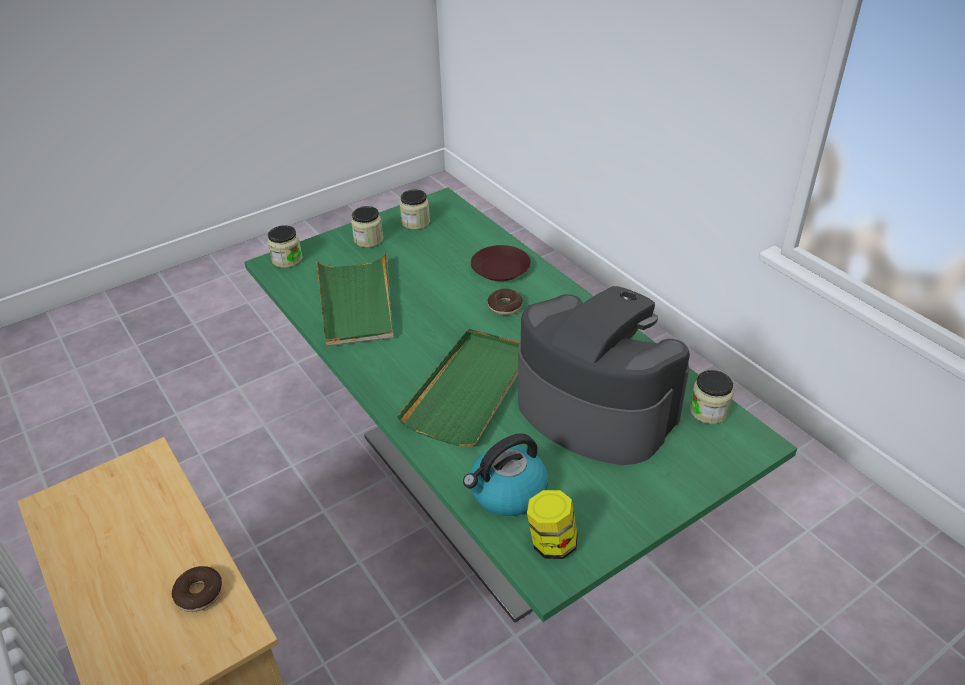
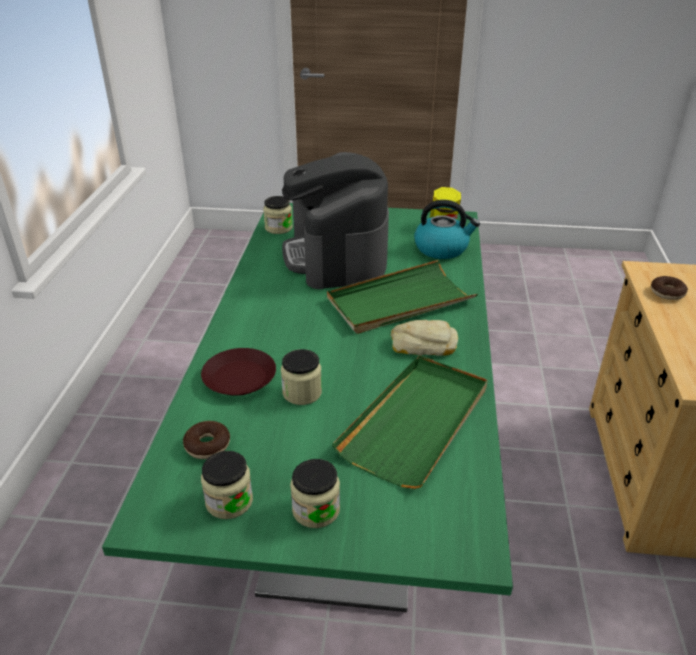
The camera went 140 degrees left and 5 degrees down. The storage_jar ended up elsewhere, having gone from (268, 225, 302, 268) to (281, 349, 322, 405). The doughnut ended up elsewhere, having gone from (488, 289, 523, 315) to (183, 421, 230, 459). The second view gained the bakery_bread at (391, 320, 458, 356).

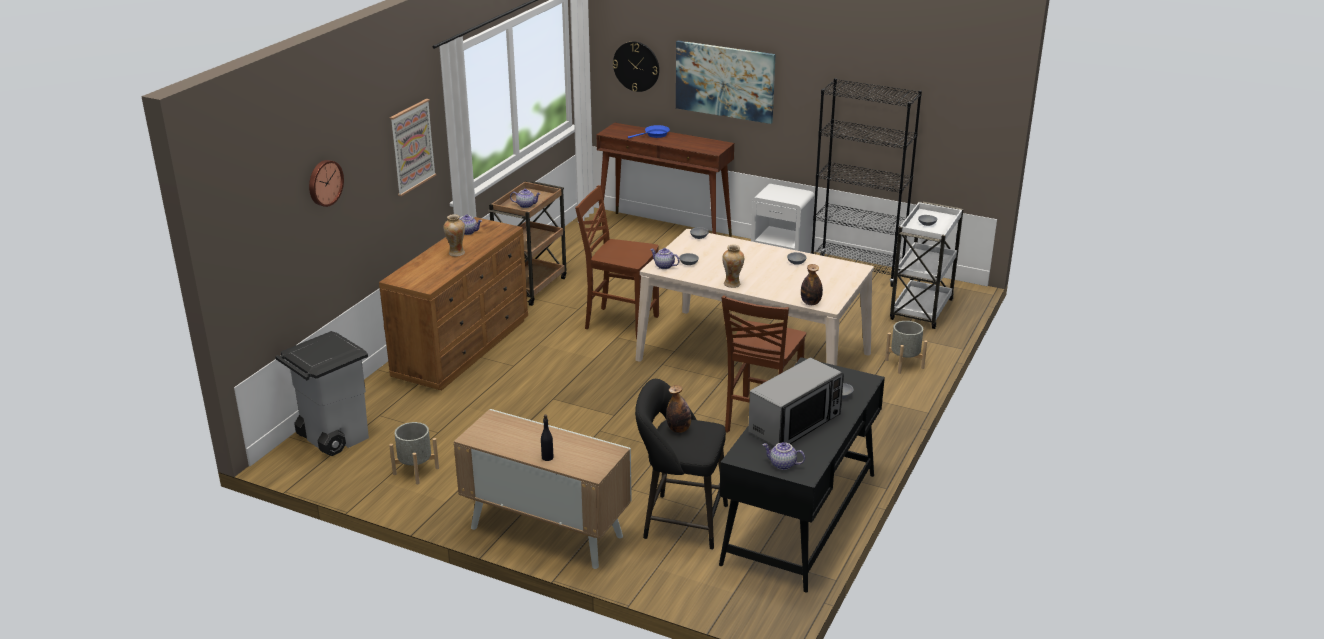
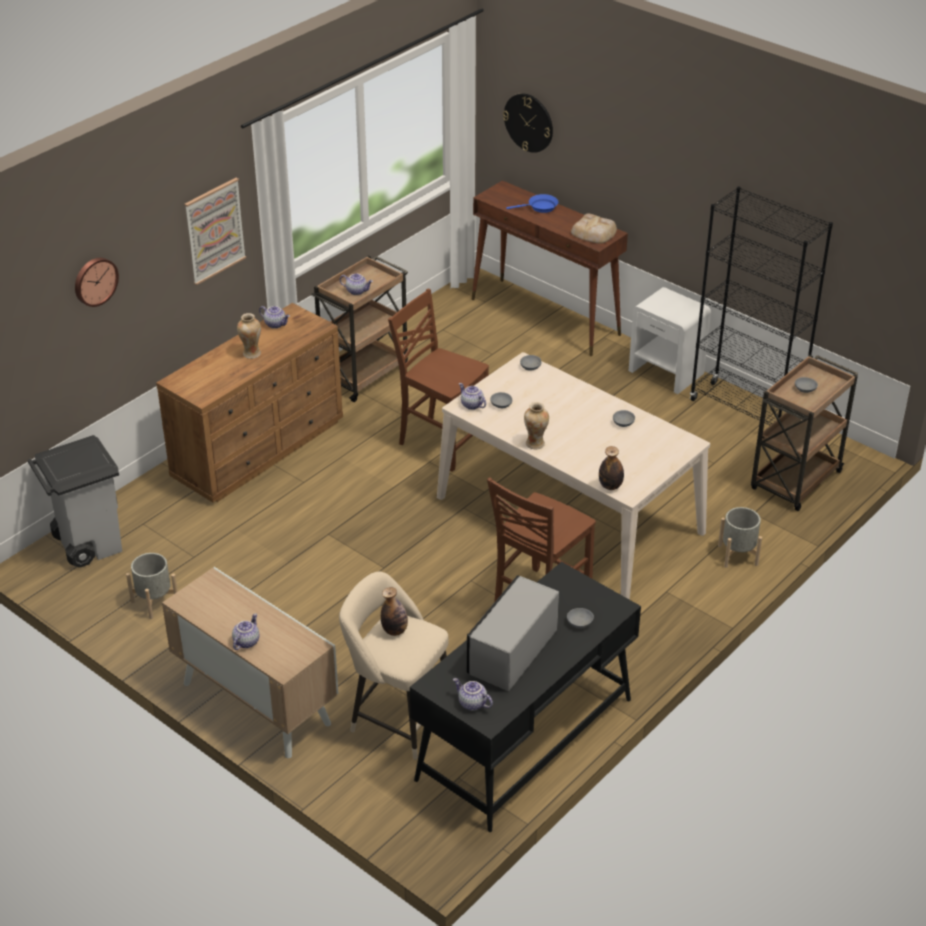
The camera went 15 degrees right and 10 degrees up. The second view lost the wall_art at (676, 41, 776, 124). What was the white-coloured_trolley at (890, 201, 964, 329) turned into the brownish_trolley at (751, 355, 858, 511). The kitchen_microwave at (748, 357, 844, 446) ended up facing another way, 150 degrees clockwise from before. What was the blackish_stool at (635, 379, 728, 550) turned into the beige-coloured_stool at (339, 571, 448, 760). Where the blackish_bottle stood at (541, 415, 554, 461), the teapot came to stand at (232, 613, 259, 650). The second view gained the bakery_bread at (571, 213, 617, 244).

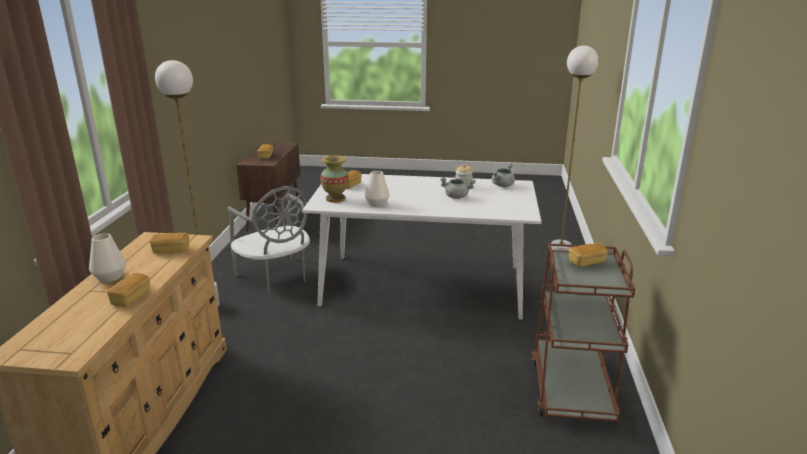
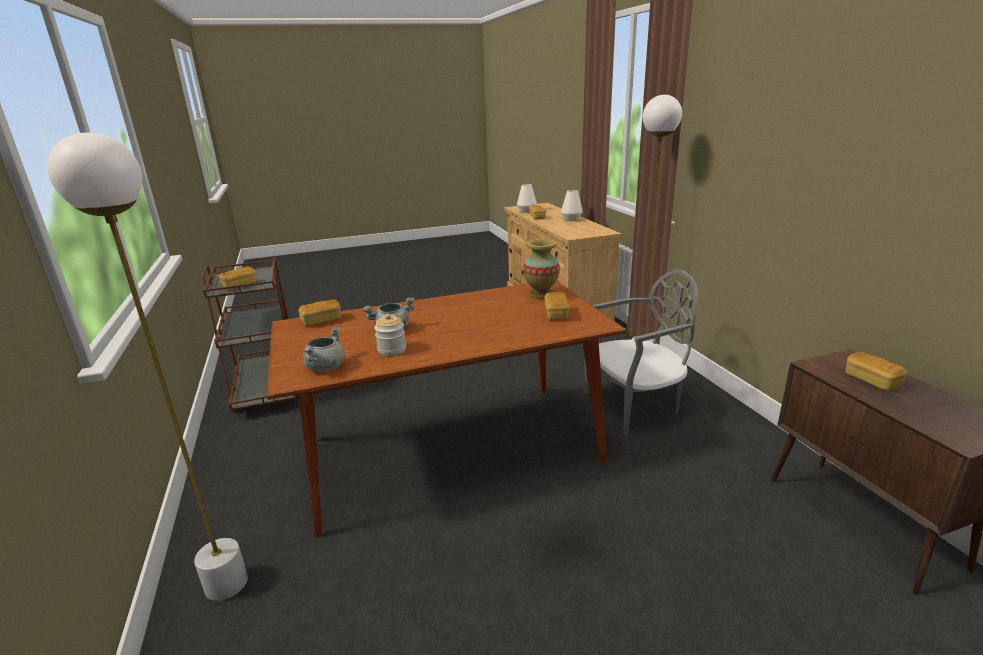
The camera went 155 degrees right and 0 degrees up. The white-coloured_flower_vase ended up elsewhere, having gone from (365, 171, 390, 207) to (517, 184, 537, 213). What was the white-coloured_dinner_table at (302, 174, 542, 320) turned into the brownish_dinner_table at (267, 281, 627, 538). The greyish_upright_chair at (227, 186, 310, 293) ended up facing another way, 135 degrees clockwise from before. The bakery_bread ended up elsewhere, having gone from (150, 232, 189, 253) to (298, 299, 341, 326).

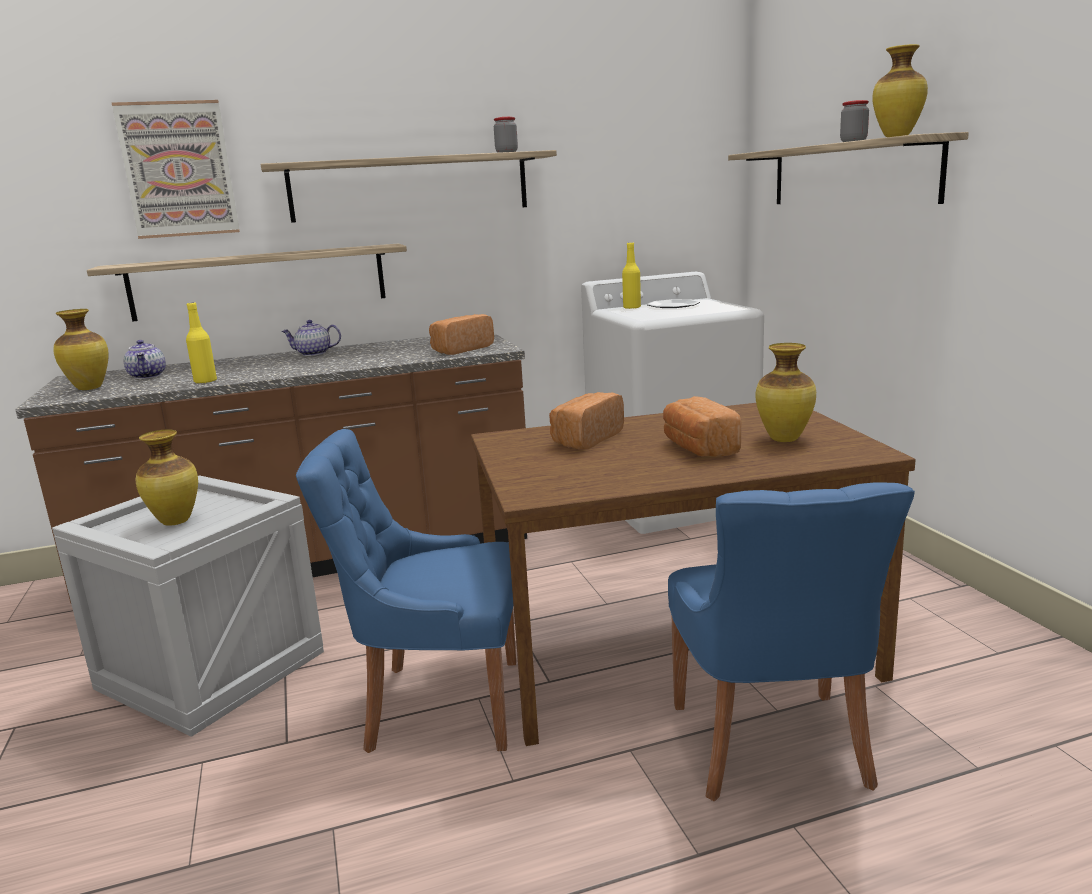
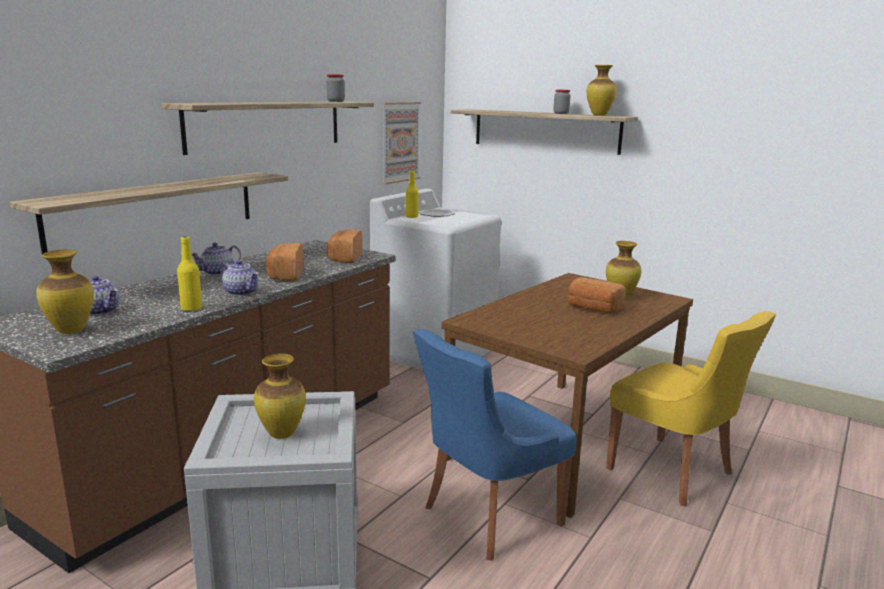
The camera went 40 degrees left and 0 degrees up. The wall_art ended up elsewhere, having gone from (112, 100, 240, 239) to (382, 102, 421, 184). The bakery_bread ended up elsewhere, having gone from (549, 392, 624, 450) to (266, 243, 303, 281). What was the bluish_upright_chair at (668, 482, 915, 801) turned into the yellowish_upright_chair at (606, 311, 776, 506). The second view gained the teapot at (221, 260, 259, 296).

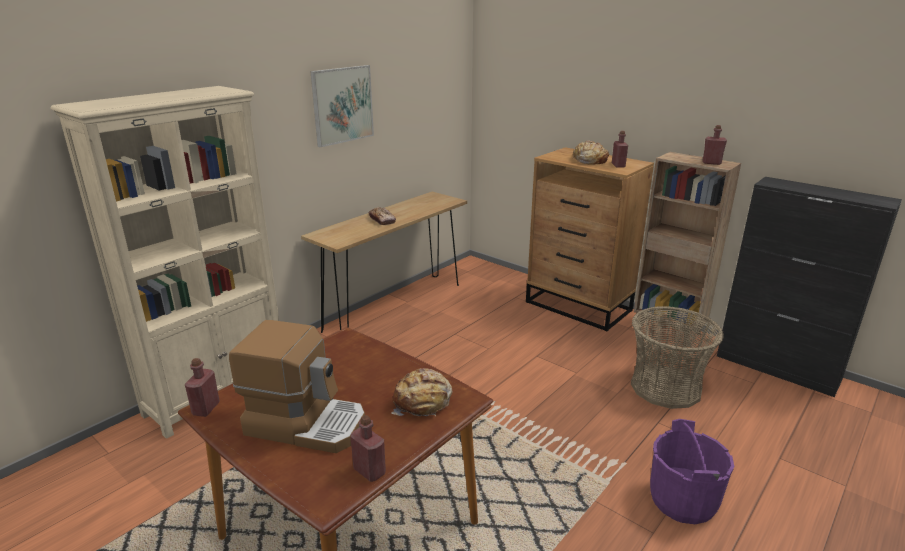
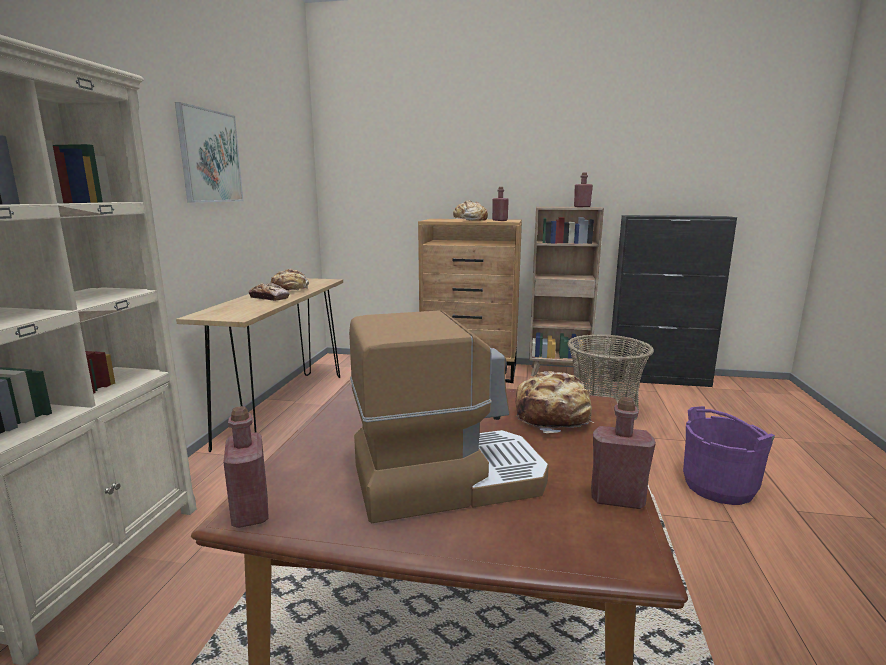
The camera went 30 degrees left and 10 degrees down. The second view gained the bakery_bread at (270, 269, 309, 291).

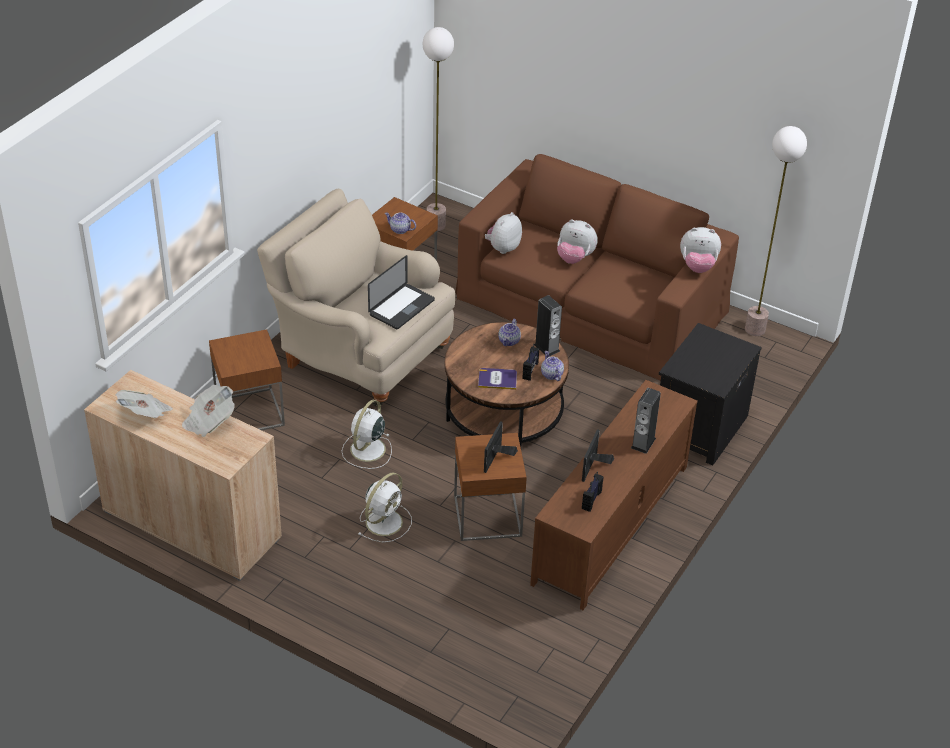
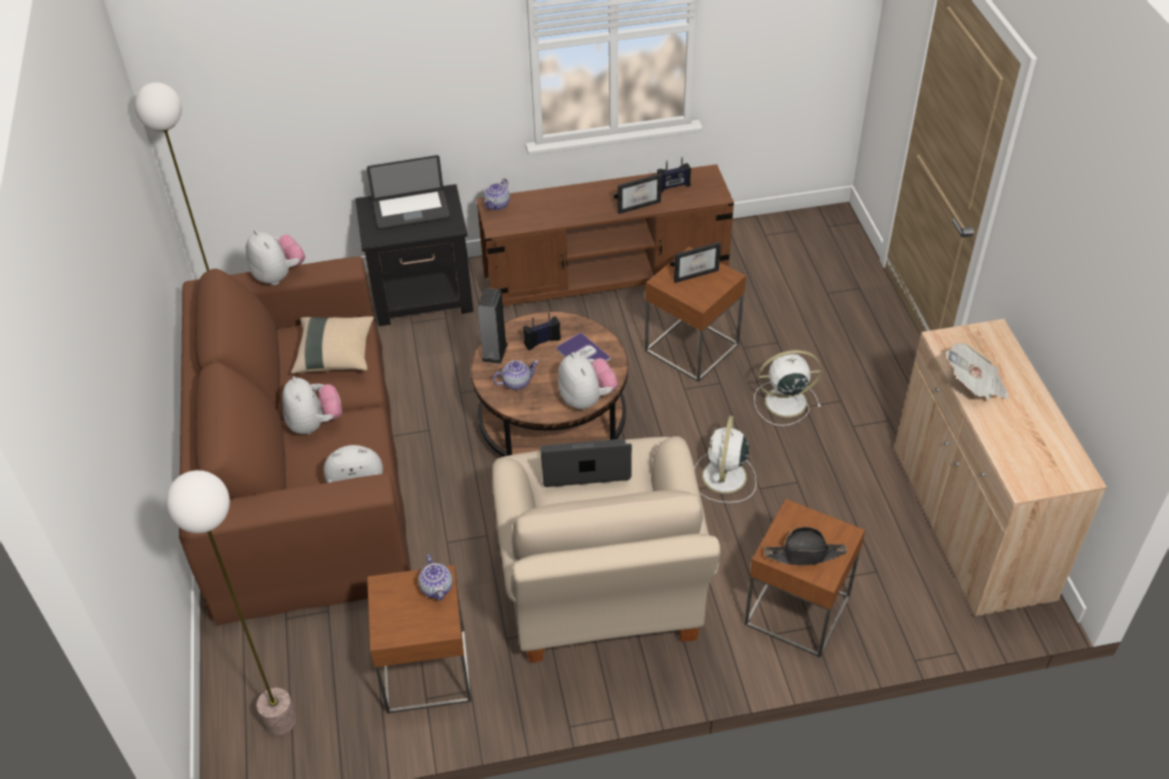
The camera went 130 degrees left and 5 degrees up. The teapot ended up elsewhere, having gone from (541, 351, 564, 381) to (484, 178, 510, 210). The second view lost the loudspeaker at (631, 388, 661, 454). The second view lost the daily_paper at (116, 390, 173, 418). The white-coloured_fan at (342, 400, 392, 469) ended up facing another way, 120 degrees clockwise from before. The second view gained the portable_computer at (367, 155, 450, 230). The second view gained the beige-coloured_throw_pillow at (291, 316, 374, 374). The second view gained the soft_toy at (558, 352, 618, 410). The second view gained the blackish_clothing_hat at (764, 527, 847, 565).

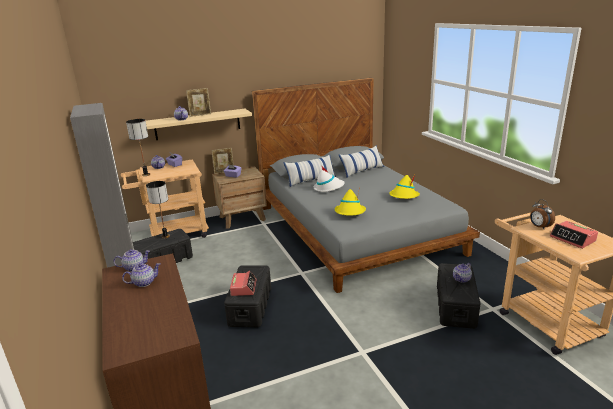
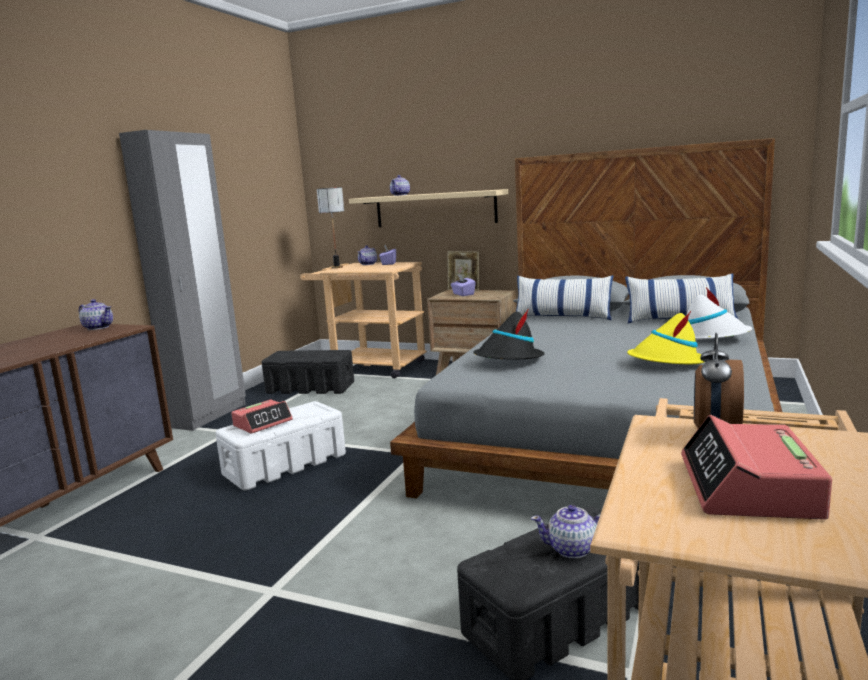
The camera went 45 degrees right and 10 degrees down. The second view lost the photo_frame at (186, 88, 211, 117). The white-coloured_clothing_hat ended up elsewhere, having gone from (314, 166, 345, 192) to (687, 287, 752, 340). The second view lost the lamp_for_a_table at (146, 181, 170, 239). What was the yellowish_clothing_hat at (335, 187, 366, 216) turned into the blackish_clothing_hat at (473, 308, 544, 359). The second view lost the teapot at (122, 263, 160, 287). What was the blackish_storage_container at (224, 265, 271, 327) turned into the white-coloured_storage_container at (215, 401, 346, 490).

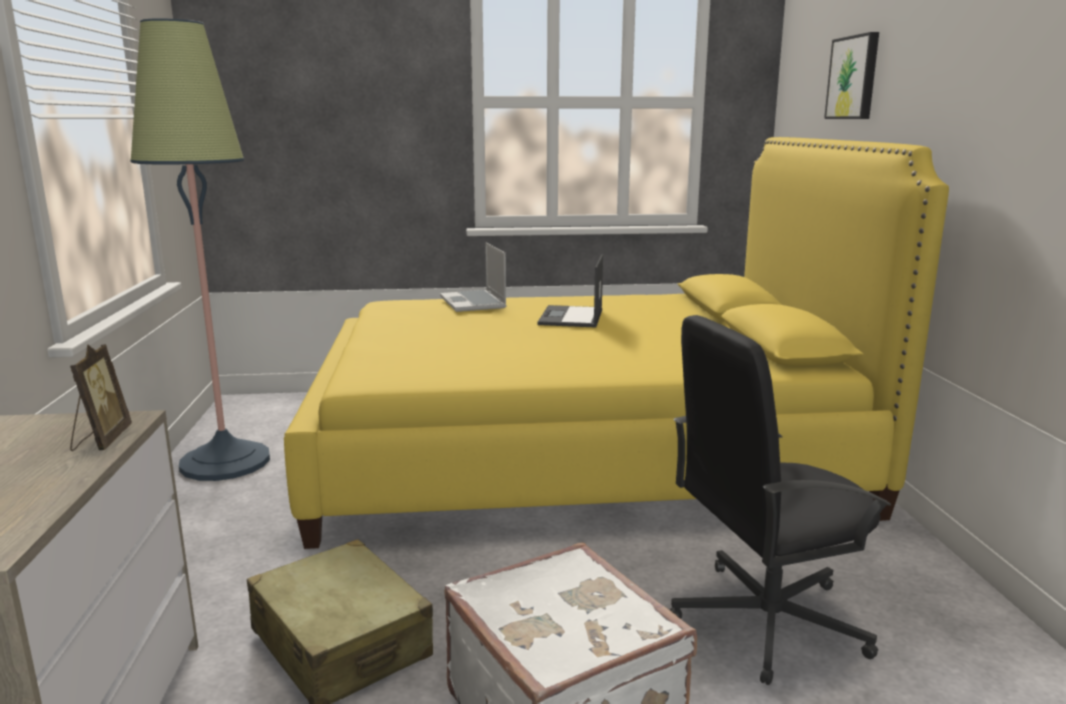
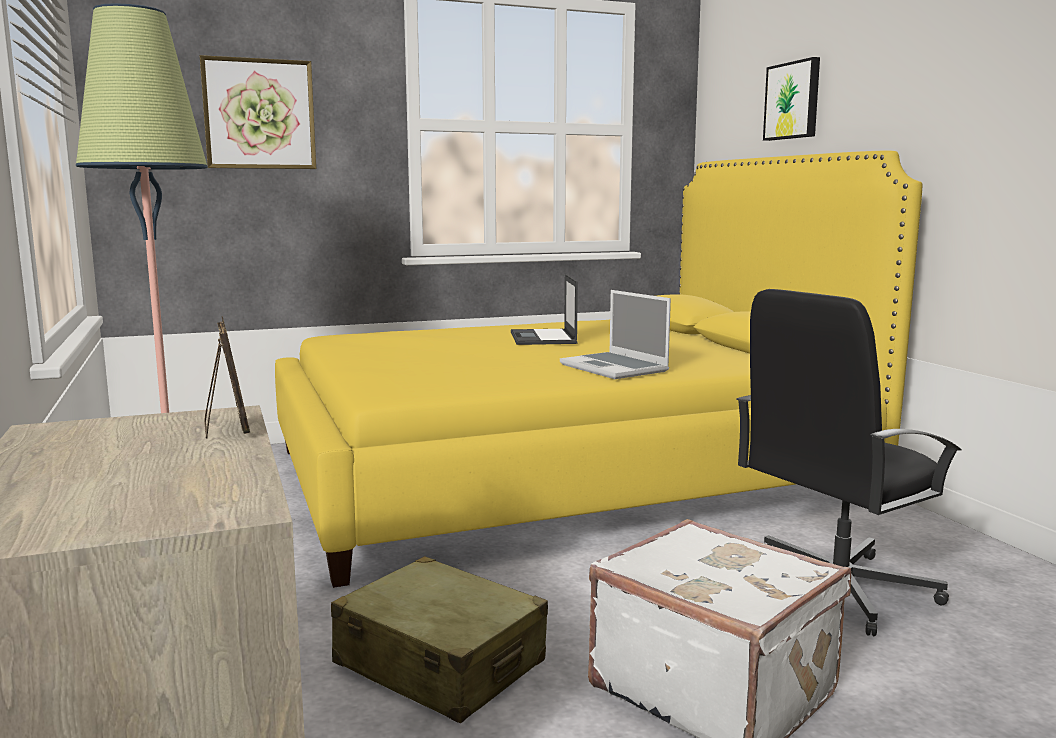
The camera went 15 degrees left and 5 degrees down. The portable_computer ended up elsewhere, having gone from (440, 242, 507, 312) to (560, 290, 671, 379). The second view gained the wall_art at (200, 55, 316, 169).

